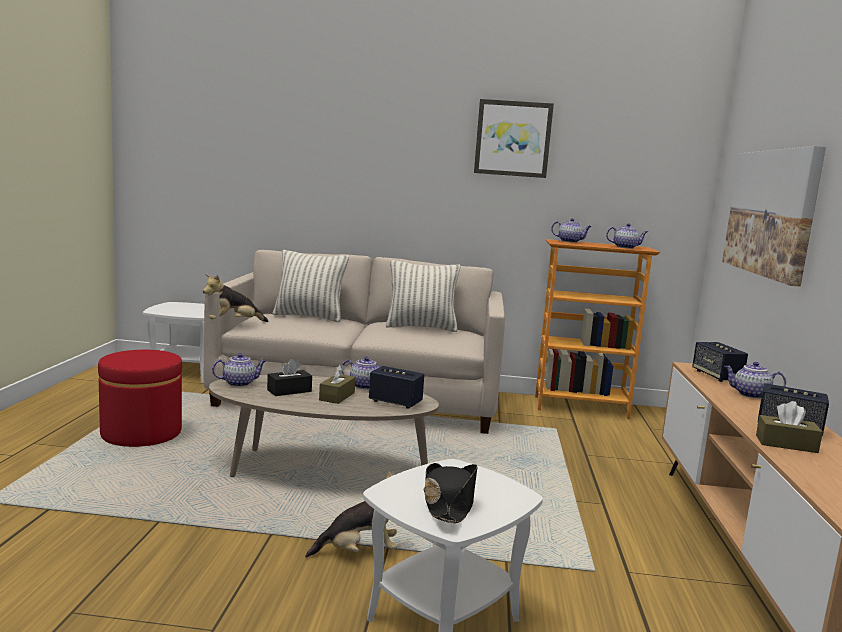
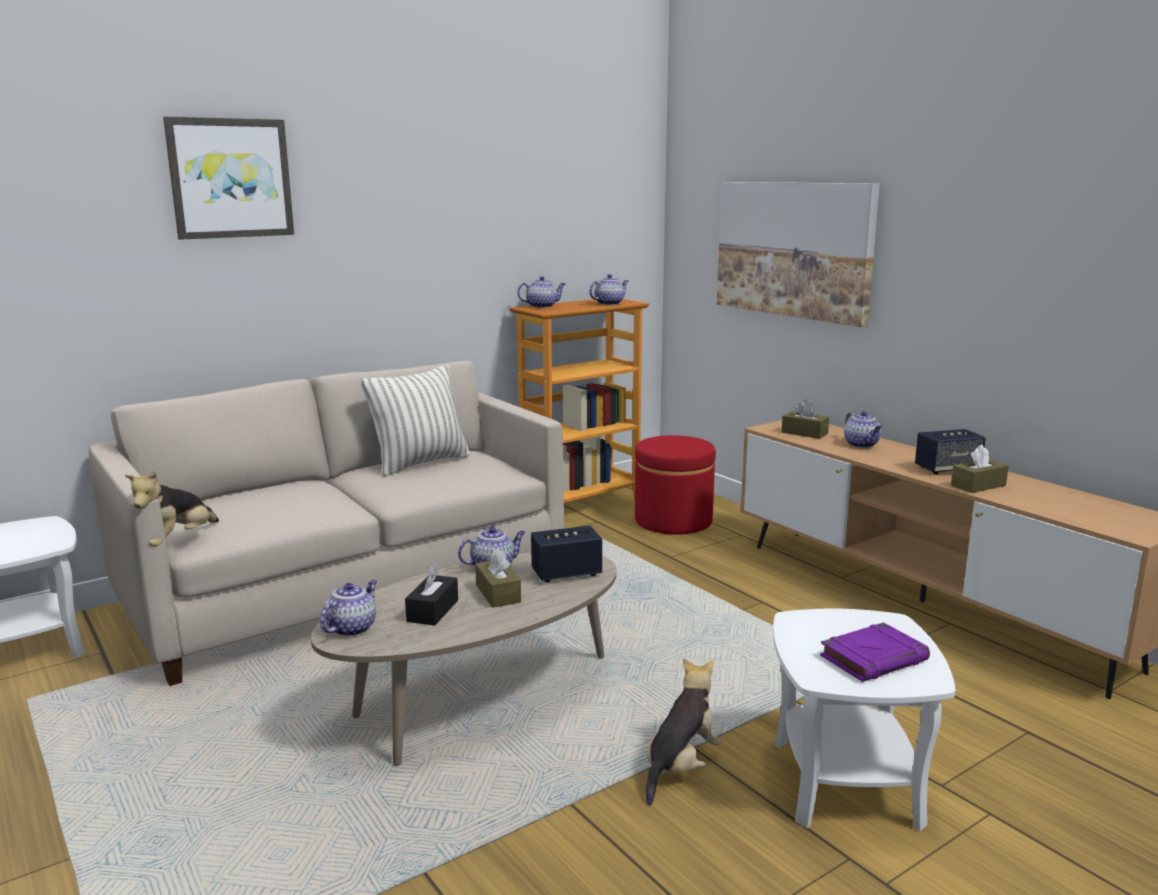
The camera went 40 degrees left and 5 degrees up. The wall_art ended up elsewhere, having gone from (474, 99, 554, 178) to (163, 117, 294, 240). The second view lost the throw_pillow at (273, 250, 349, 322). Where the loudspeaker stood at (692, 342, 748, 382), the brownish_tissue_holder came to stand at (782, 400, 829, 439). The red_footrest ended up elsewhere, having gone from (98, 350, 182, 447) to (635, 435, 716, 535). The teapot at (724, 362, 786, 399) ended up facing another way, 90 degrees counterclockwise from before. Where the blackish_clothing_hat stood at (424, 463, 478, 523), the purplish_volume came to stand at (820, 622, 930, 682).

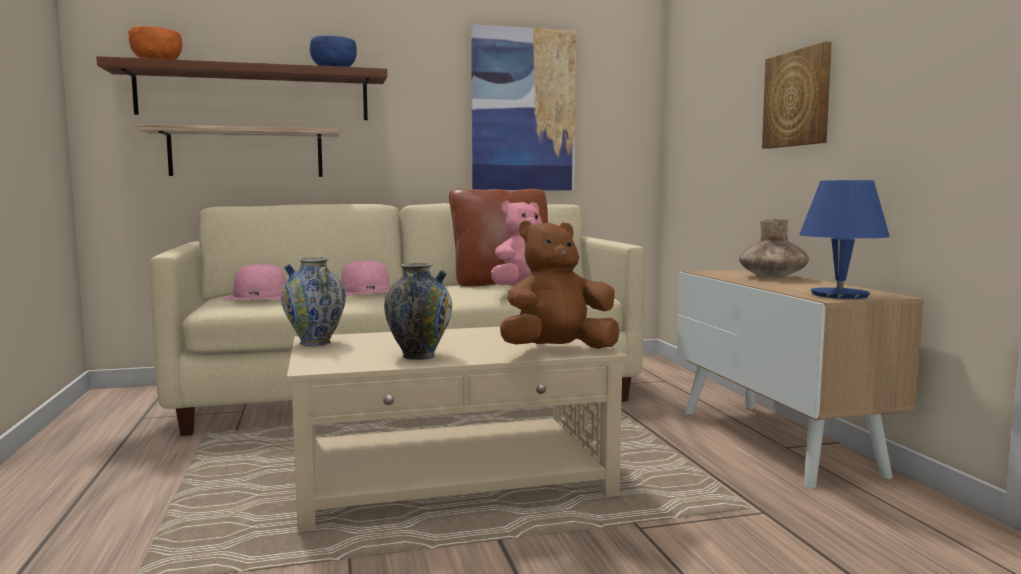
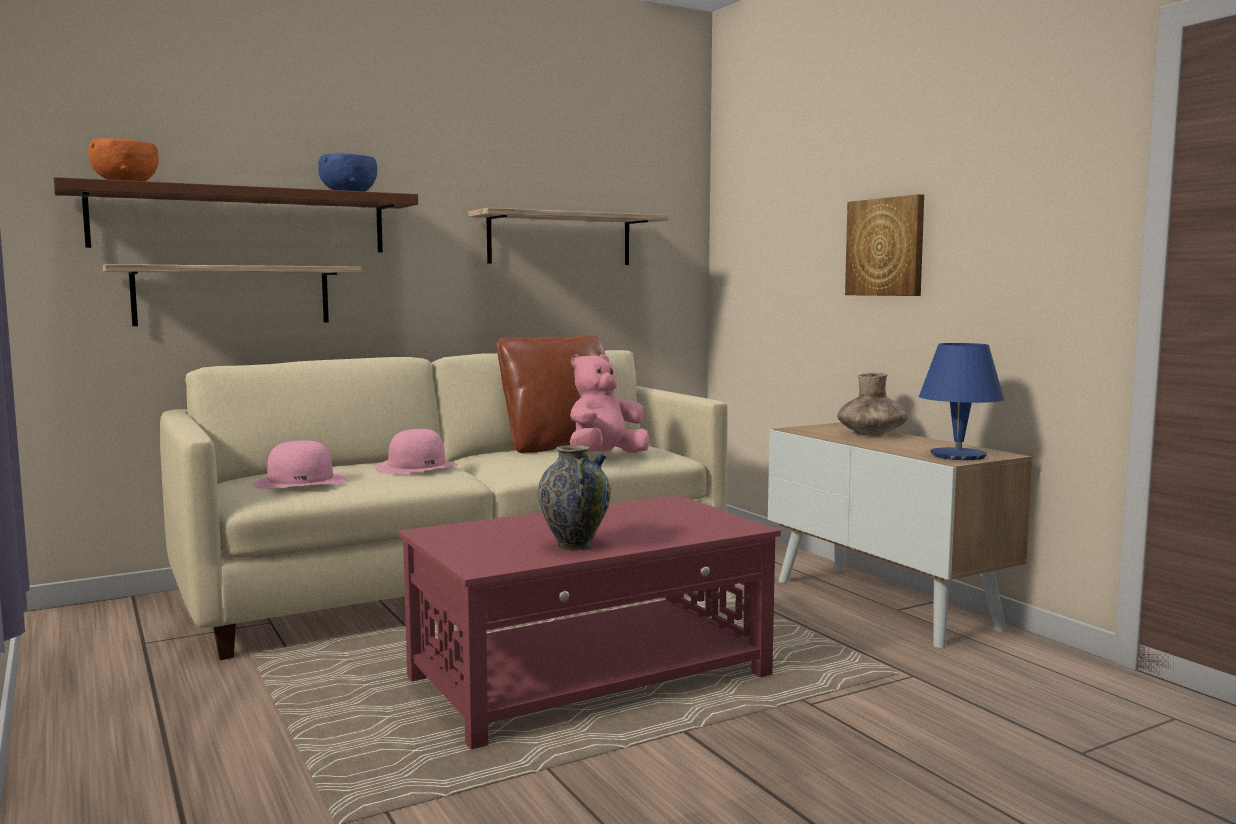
The camera went 15 degrees left and 0 degrees up. Where the wall_art hung at (471, 24, 576, 190), the bracket_shelf came to hang at (469, 208, 669, 265). The second view lost the brownish_soft_toy at (500, 220, 619, 349). The second view lost the flower_vase at (281, 257, 346, 347). What was the beige-coloured_lounge_table at (287, 327, 627, 532) turned into the red_lounge_table at (398, 495, 781, 749).

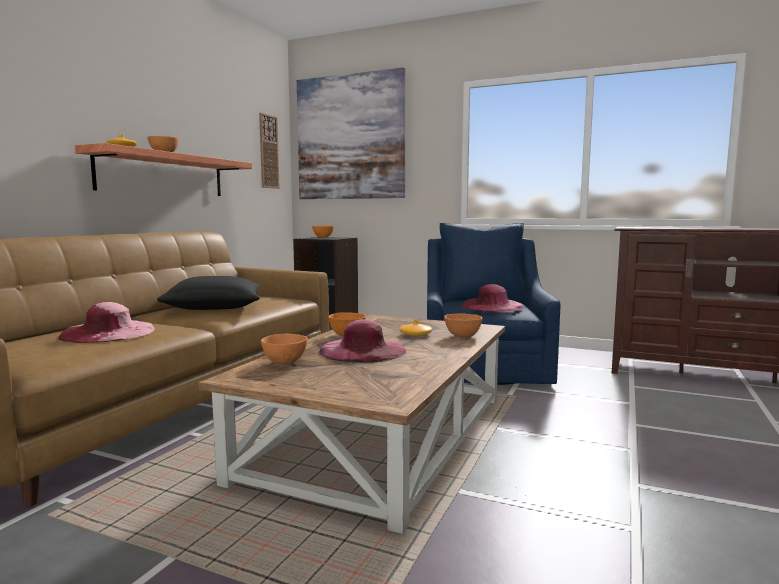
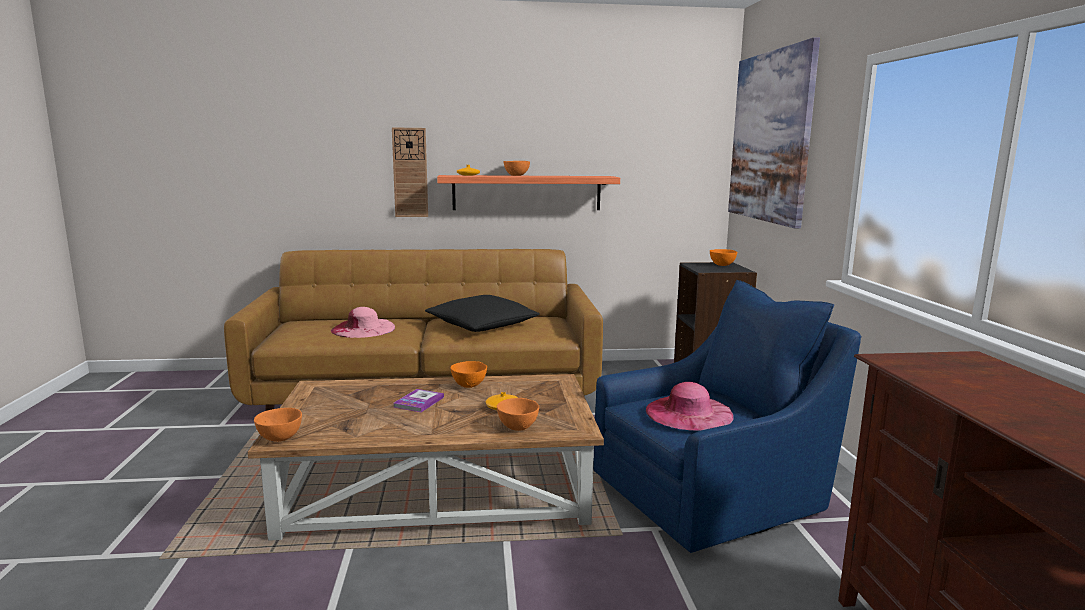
The camera went 60 degrees right and 5 degrees up. The wall_clock ended up elsewhere, having gone from (259, 113, 280, 189) to (392, 127, 428, 217). Where the pink_clothing_hat stood at (319, 319, 406, 363), the volume came to stand at (393, 389, 444, 412). The orange_bowl ended up elsewhere, having gone from (261, 334, 308, 364) to (254, 408, 302, 442).

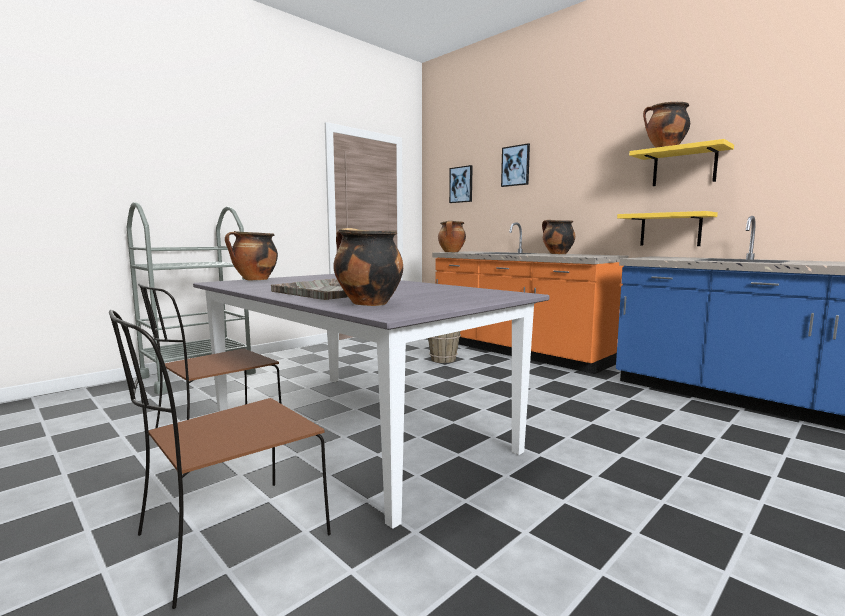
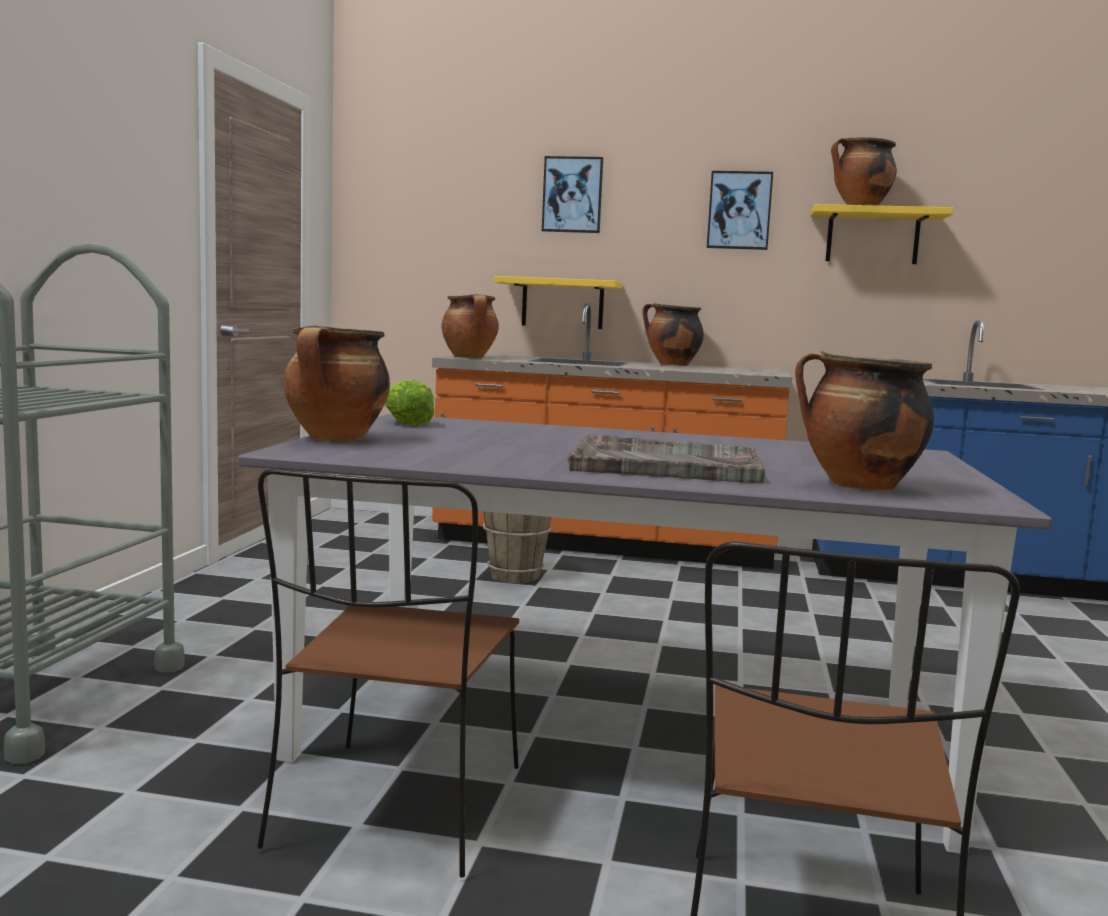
The camera went 35 degrees left and 0 degrees up. The wall_art ended up elsewhere, having gone from (449, 165, 473, 203) to (707, 171, 773, 250). The yellowish_bracket_shelf ended up elsewhere, having gone from (617, 211, 718, 246) to (494, 276, 622, 329). The second view gained the lettuce at (385, 380, 435, 426).

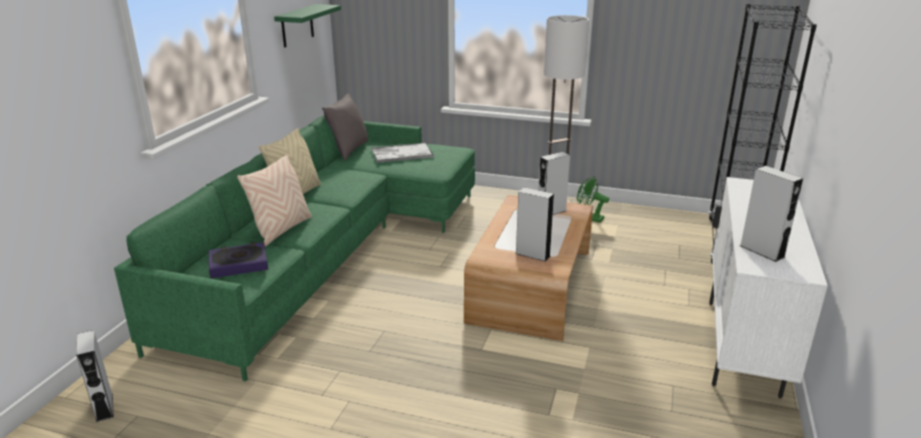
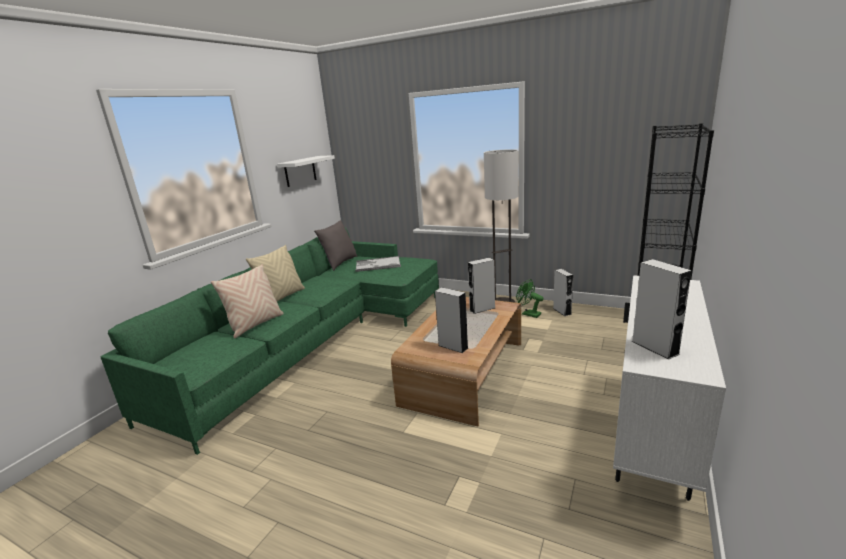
The camera went 10 degrees right and 5 degrees down. What was the green-coloured_bracket_shelf at (274, 4, 341, 47) turned into the white-coloured_bracket_shelf at (277, 155, 335, 187). The second view lost the volume at (209, 242, 268, 278). The greyish_loudspeaker ended up elsewhere, having gone from (76, 330, 114, 422) to (553, 269, 573, 316).

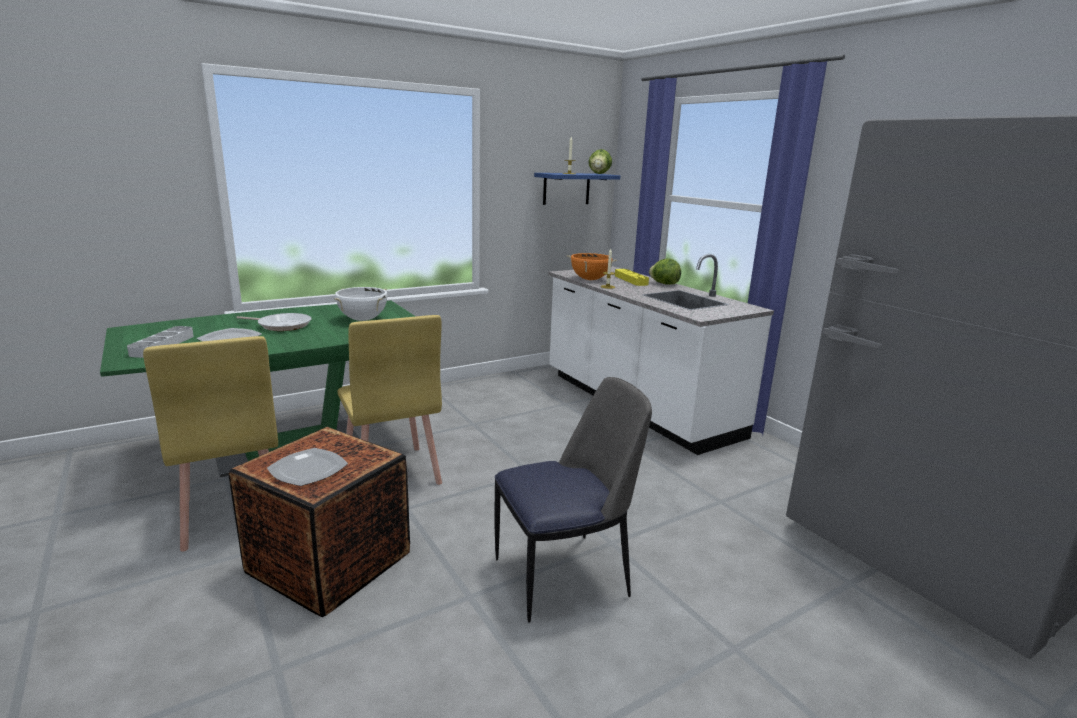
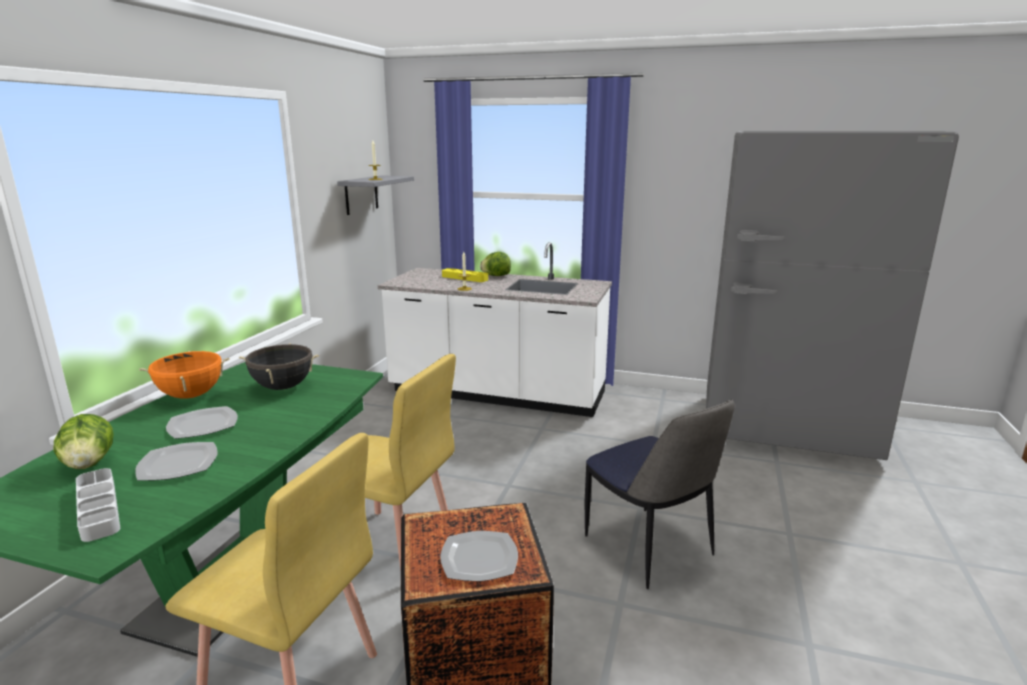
The camera went 40 degrees left and 0 degrees up. The lettuce ended up elsewhere, having gone from (588, 149, 612, 174) to (53, 414, 113, 469). What was the bluish_bracket_shelf at (534, 173, 620, 205) turned into the greyish_bracket_shelf at (337, 175, 414, 215). The orange_cooking_pot ended up elsewhere, having gone from (567, 253, 617, 280) to (139, 350, 230, 399). What was the white-coloured_cooking_pot at (334, 287, 388, 321) turned into the blackish_cooking_pot at (239, 343, 319, 390). Where the skillet stood at (236, 313, 312, 331), the plate came to stand at (166, 406, 238, 439). The upright_chair at (494, 377, 652, 623) ended up facing another way, 120 degrees clockwise from before.

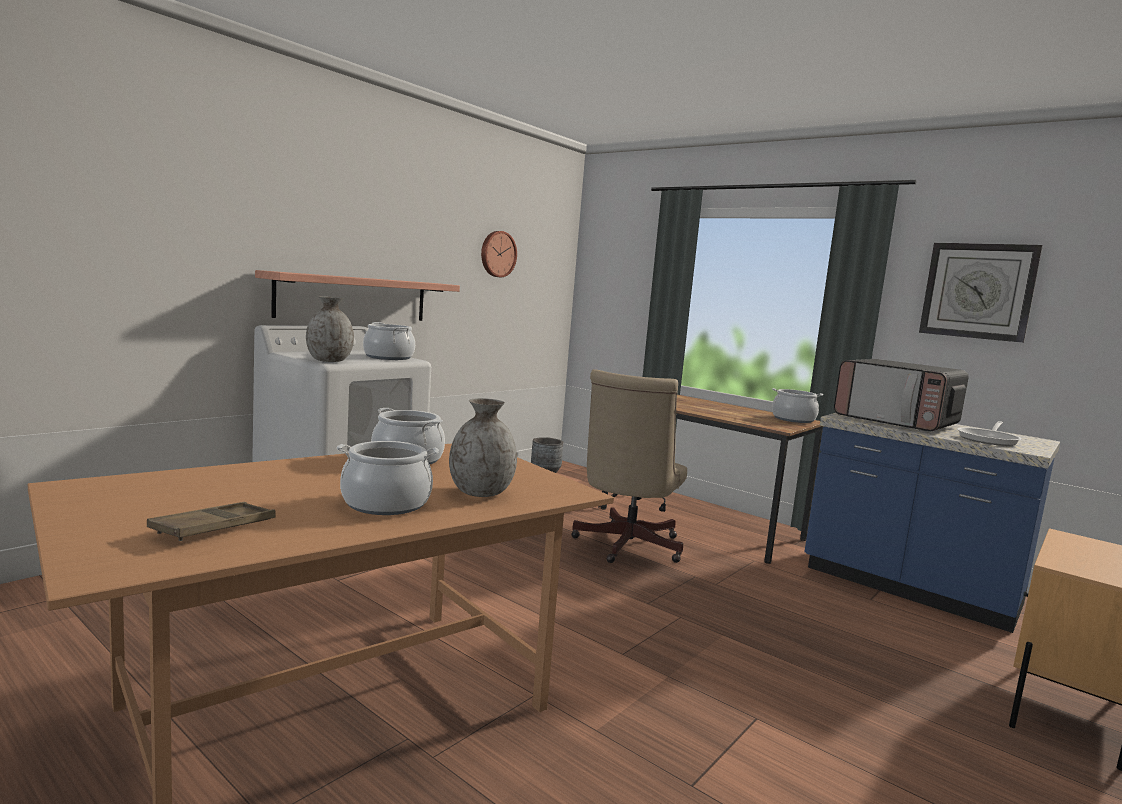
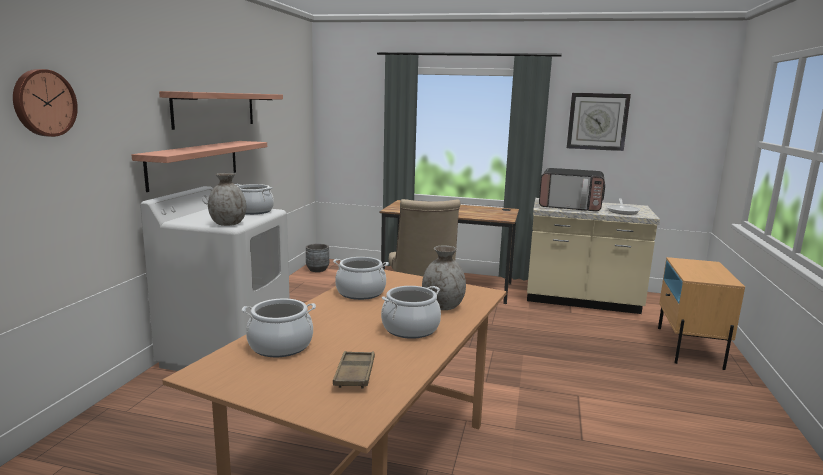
The camera went 25 degrees left and 5 degrees up. The wall_clock ended up elsewhere, having gone from (481, 231, 517, 277) to (13, 69, 78, 137). The cooking_pot ended up elsewhere, having gone from (772, 388, 823, 423) to (242, 299, 316, 357). What was the bluish_counter at (805, 413, 1060, 633) turned into the beige-coloured_counter at (527, 198, 660, 314). The second view gained the bracket_shelf at (159, 91, 283, 130).

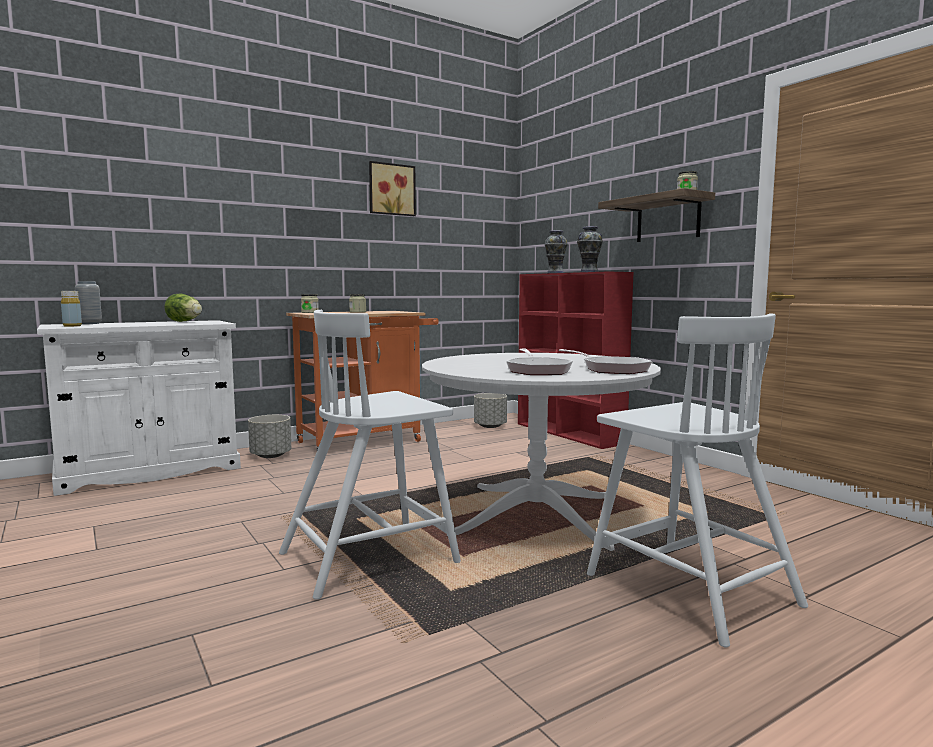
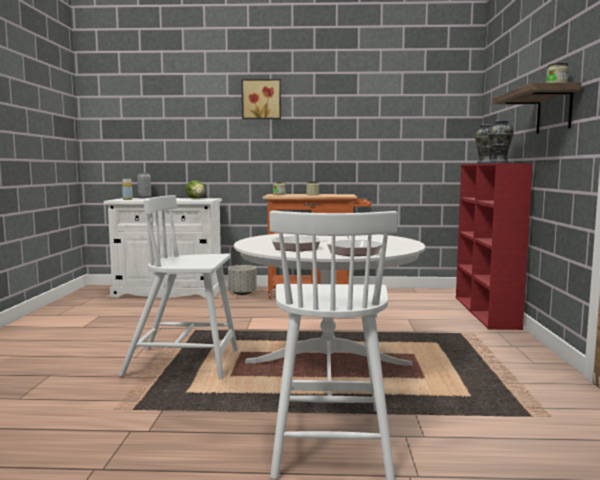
The camera went 35 degrees right and 0 degrees up. The wall_art ended up elsewhere, having gone from (369, 161, 416, 216) to (242, 79, 281, 119). The second view lost the greyish_planter at (474, 393, 507, 428).

